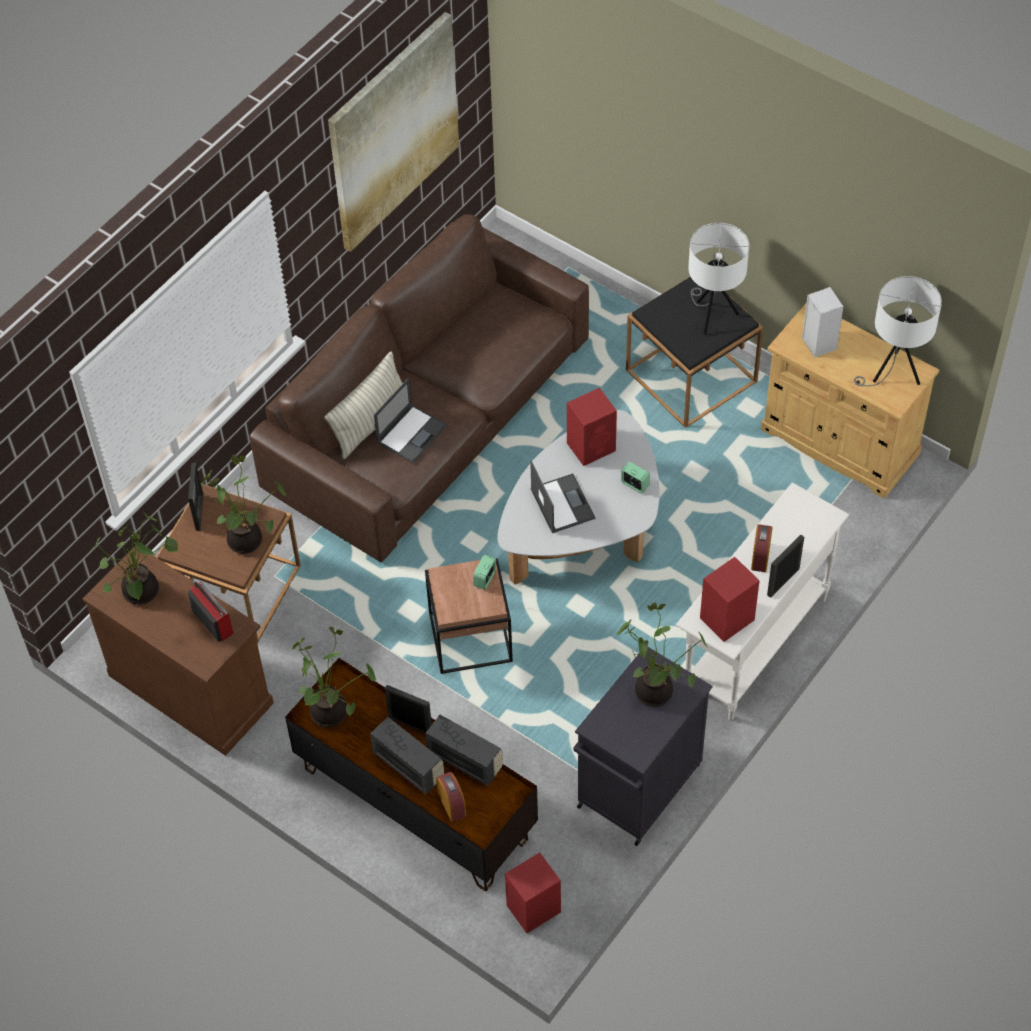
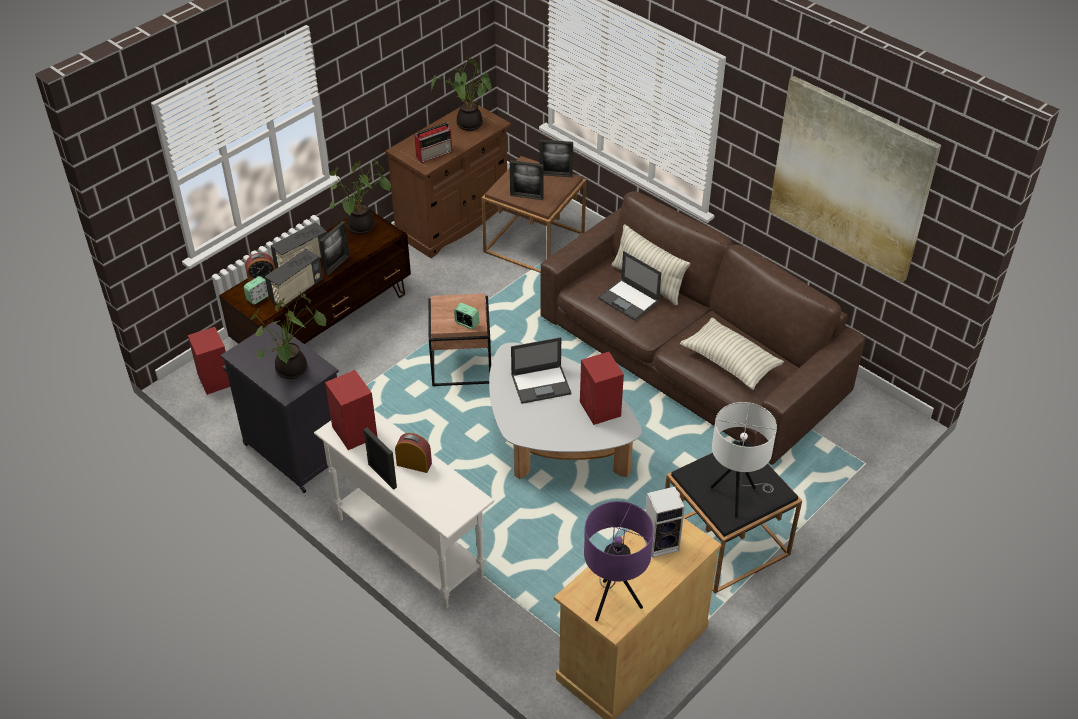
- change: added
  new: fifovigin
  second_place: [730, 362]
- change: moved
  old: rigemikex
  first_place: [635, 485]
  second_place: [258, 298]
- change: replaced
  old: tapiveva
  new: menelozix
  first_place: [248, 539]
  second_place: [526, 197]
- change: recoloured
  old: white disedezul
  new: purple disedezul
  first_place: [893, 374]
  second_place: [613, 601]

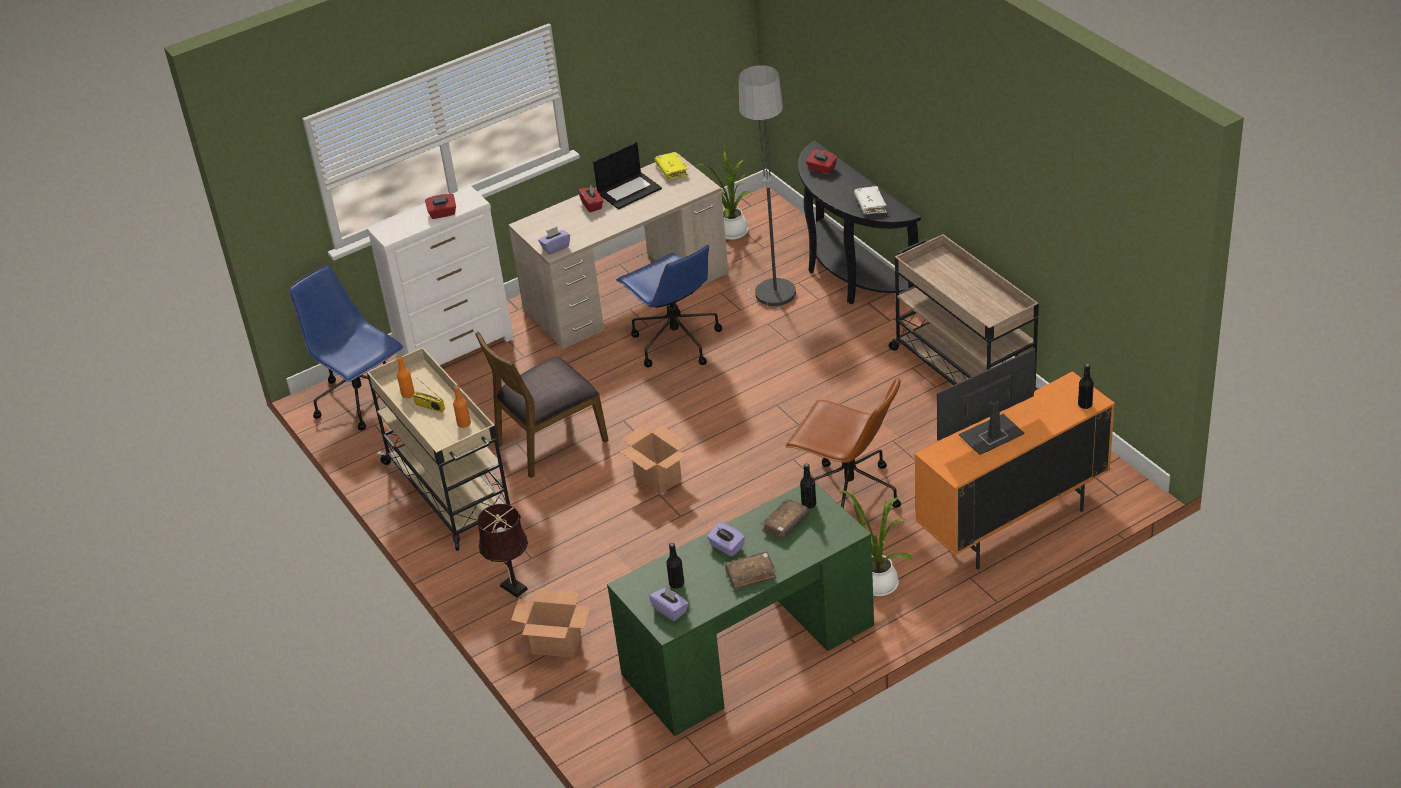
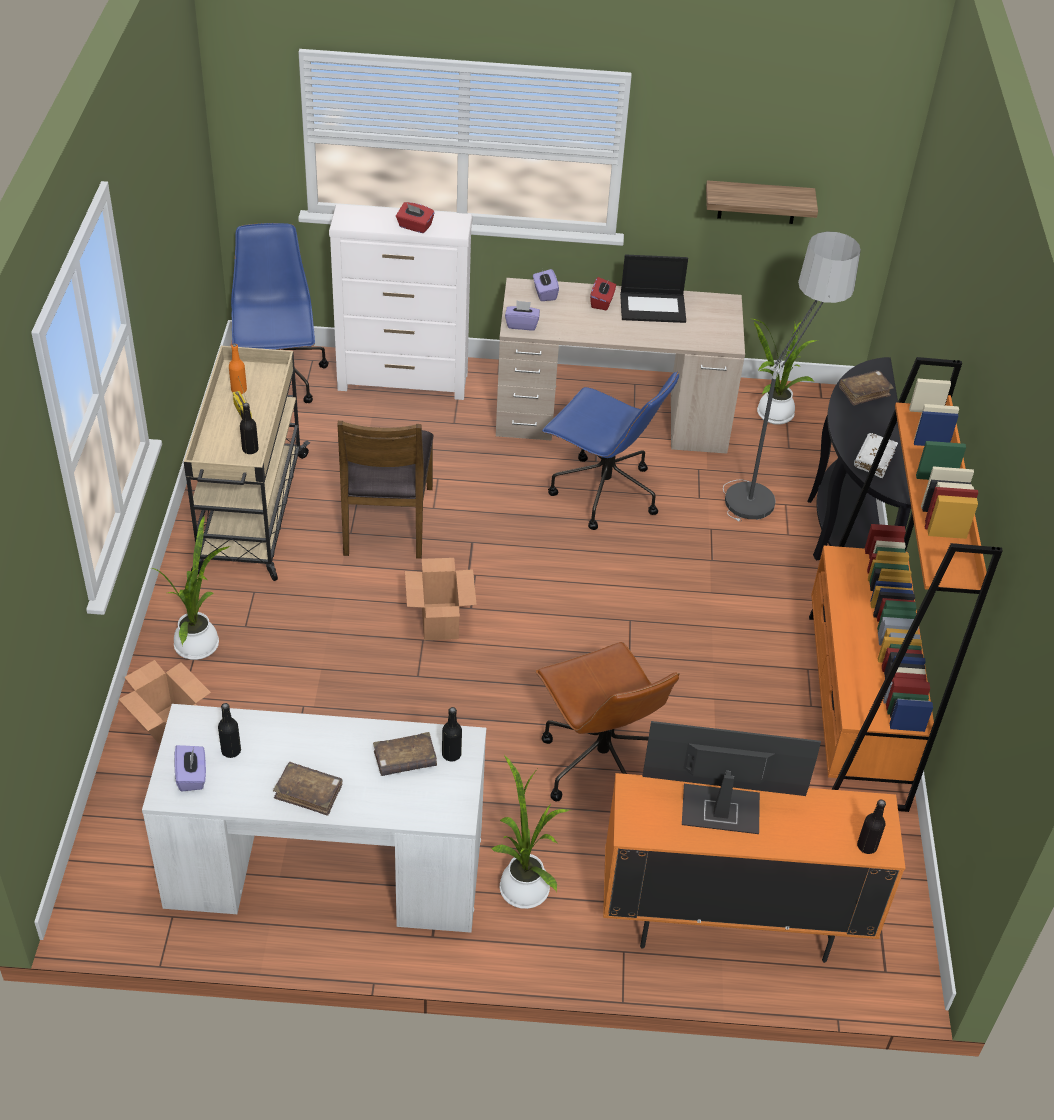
- change: removed
  old: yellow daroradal
  first_place: [671, 170]
- change: added
  new: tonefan
  second_place: [757, 202]
- change: moved
  old: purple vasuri
  first_place: [726, 547]
  second_place: [544, 293]
- change: replaced
  old: brown disedezul
  new: tapiveva
  first_place: [512, 586]
  second_place: [199, 643]
- change: replaced
  old: red vasuri
  new: brown daroradal
  first_place: [821, 169]
  second_place: [864, 392]
- change: replaced
  old: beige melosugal
  new: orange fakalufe
  first_place: [963, 373]
  second_place: [855, 709]
- change: recoloured
  old: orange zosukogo
  new: black zosukogo
  first_place: [464, 424]
  second_place: [250, 449]
- change: recoloured
  old: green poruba
  new: white poruba
  first_place: [747, 649]
  second_place: [325, 865]
- change: turned
  old: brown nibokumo
  first_place: [550, 441]
  second_place: [386, 520]
  degrees: -90
- change: turned
  old: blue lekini
  first_place: [675, 342]
  second_place: [602, 492]
  degrees: -60

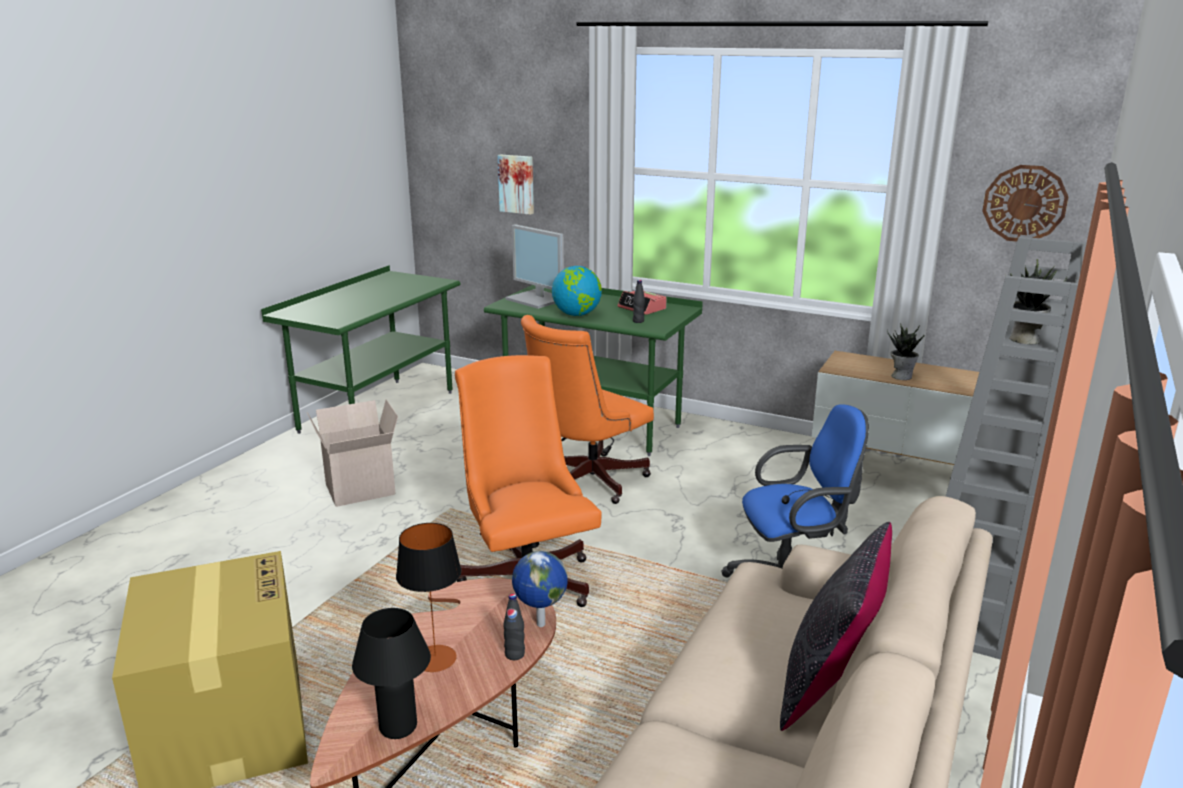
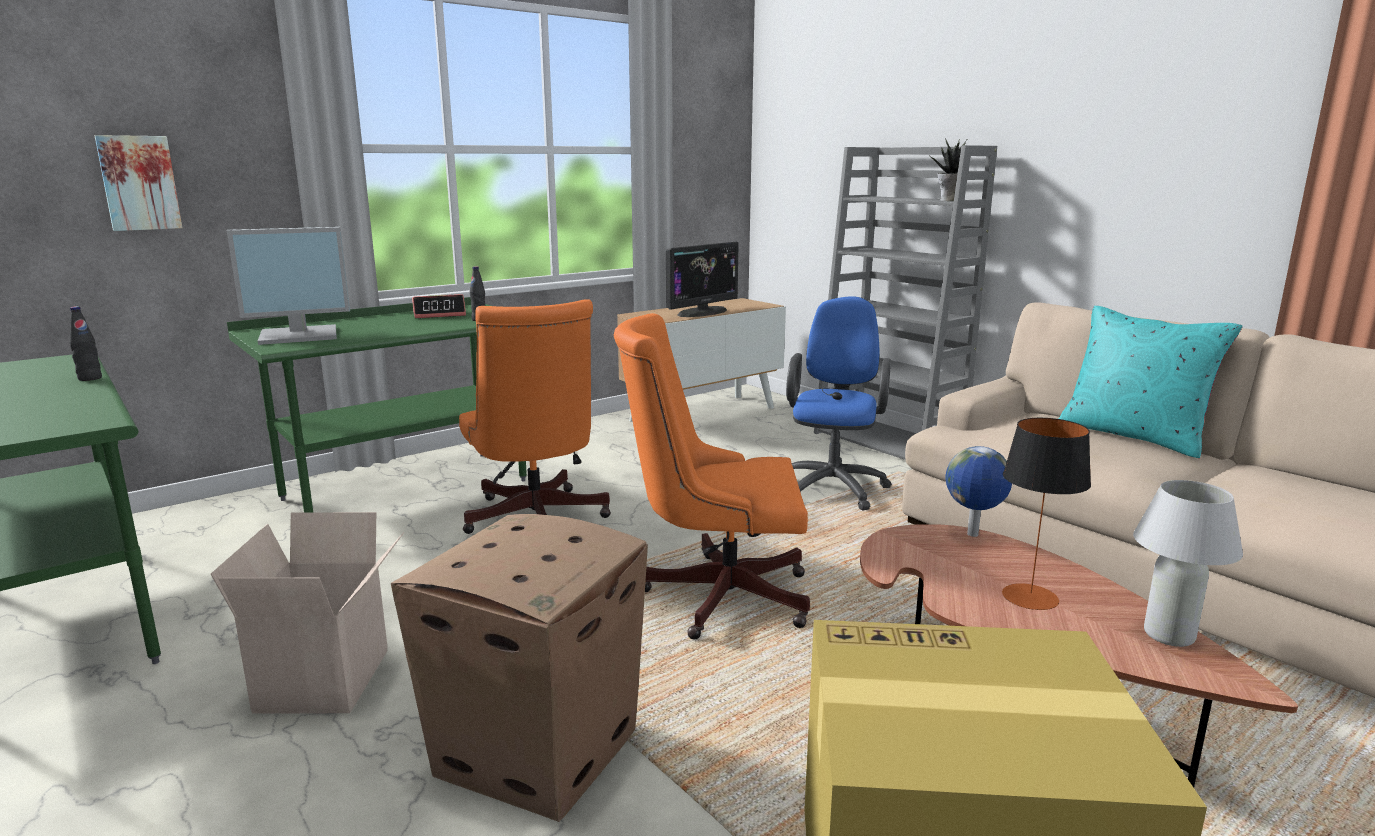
- change: removed
  old: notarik
  first_place: [577, 314]
- change: removed
  old: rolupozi
  first_place: [1024, 203]
- change: added
  new: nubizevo
  second_place: [539, 751]
- change: moved
  old: black zosukogo
  first_place: [514, 654]
  second_place: [90, 378]
- change: replaced
  old: tapiveva
  new: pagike
  first_place: [901, 376]
  second_place: [702, 312]
- change: recoloured
  old: black disedezul
  new: white disedezul
  first_place: [398, 727]
  second_place: [1169, 635]
- change: recoloured
  old: black fifovigin
  new: turquoise fifovigin
  first_place: [829, 684]
  second_place: [1133, 436]

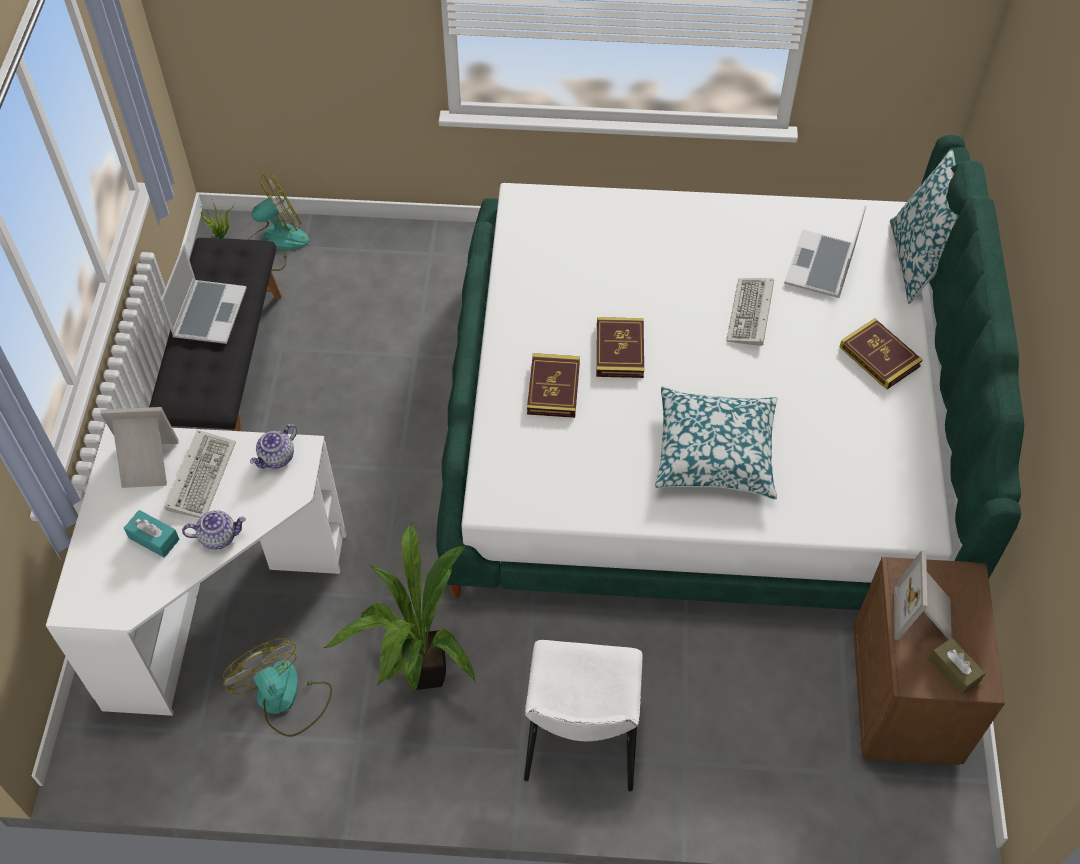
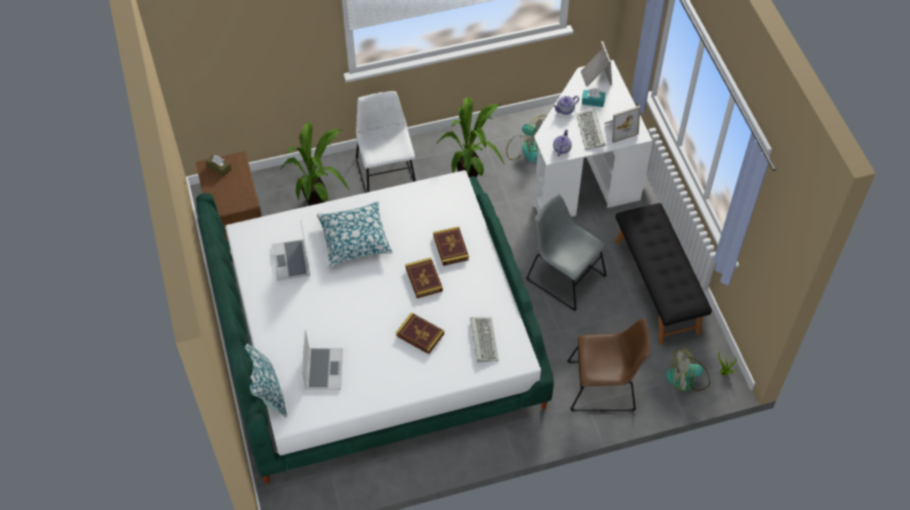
- change: added
  new: tapiveva
  second_place: [318, 199]
- change: added
  new: grey nibokumo
  second_place: [563, 276]
- change: added
  new: brown nibokumo
  second_place: [604, 386]
- change: moved
  old: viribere
  first_place: [209, 312]
  second_place: [292, 261]
- change: moved
  old: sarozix
  first_place: [751, 315]
  second_place: [483, 339]
- change: moved
  old: daroradal
  first_place: [879, 357]
  second_place: [420, 335]
- change: moved
  old: menelozix
  first_place: [923, 615]
  second_place: [595, 76]
- change: turned
  old: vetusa
  first_place: [275, 242]
  second_place: [687, 379]
  degrees: 45

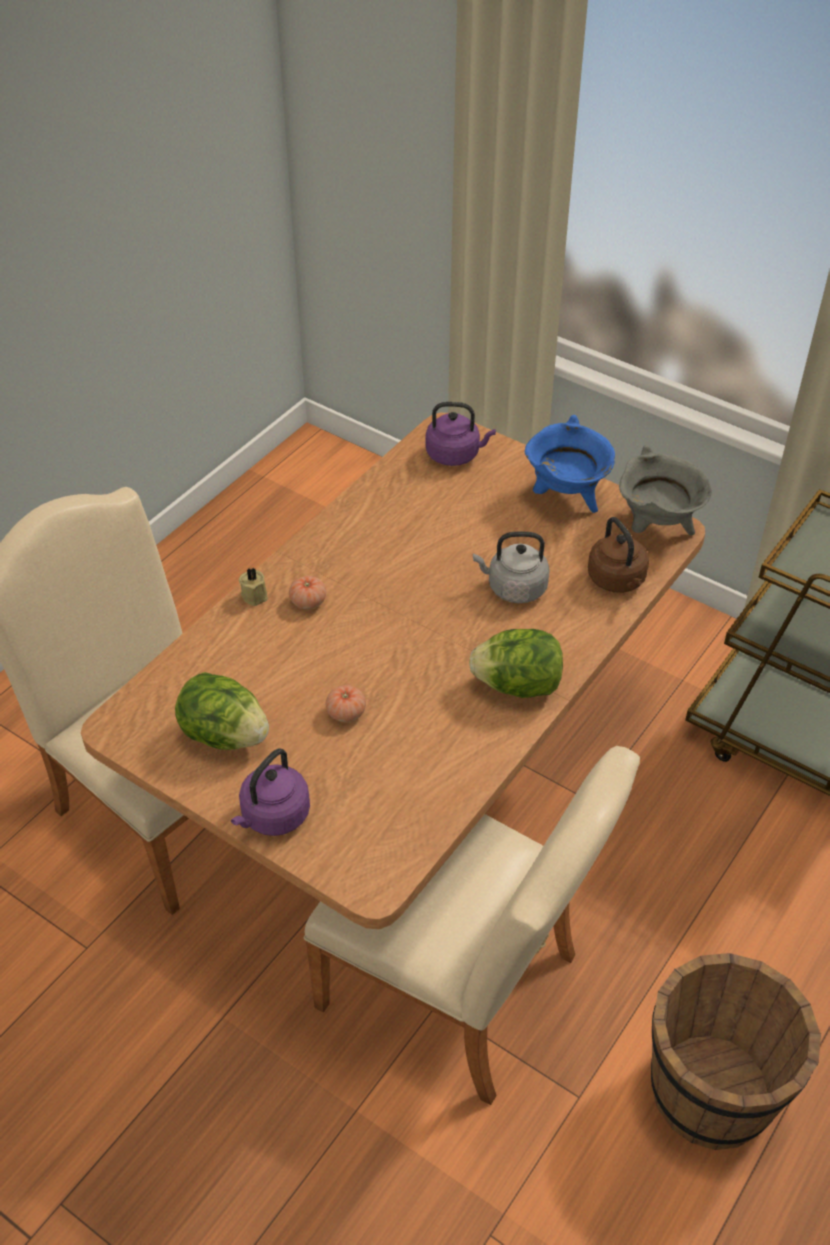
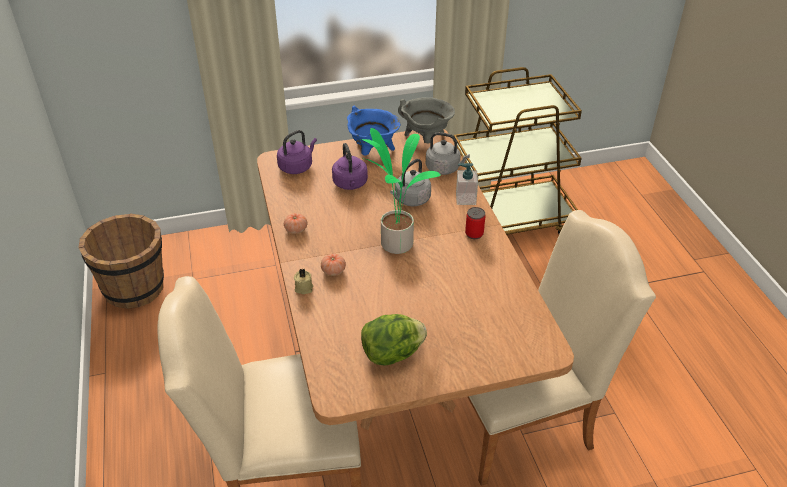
- change: added
  new: tapiveva
  second_place: [396, 242]
- change: added
  new: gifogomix
  second_place: [465, 199]
- change: moved
  old: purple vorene
  first_place: [273, 817]
  second_place: [350, 184]
- change: moved
  old: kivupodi
  first_place: [346, 713]
  second_place: [296, 229]
- change: moved
  old: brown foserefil
  first_place: [713, 1090]
  second_place: [135, 287]
- change: replaced
  old: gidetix
  new: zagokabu
  first_place: [518, 685]
  second_place: [474, 234]
- change: recoloured
  old: brown vorene
  new: grey vorene
  first_place: [617, 581]
  second_place: [444, 168]

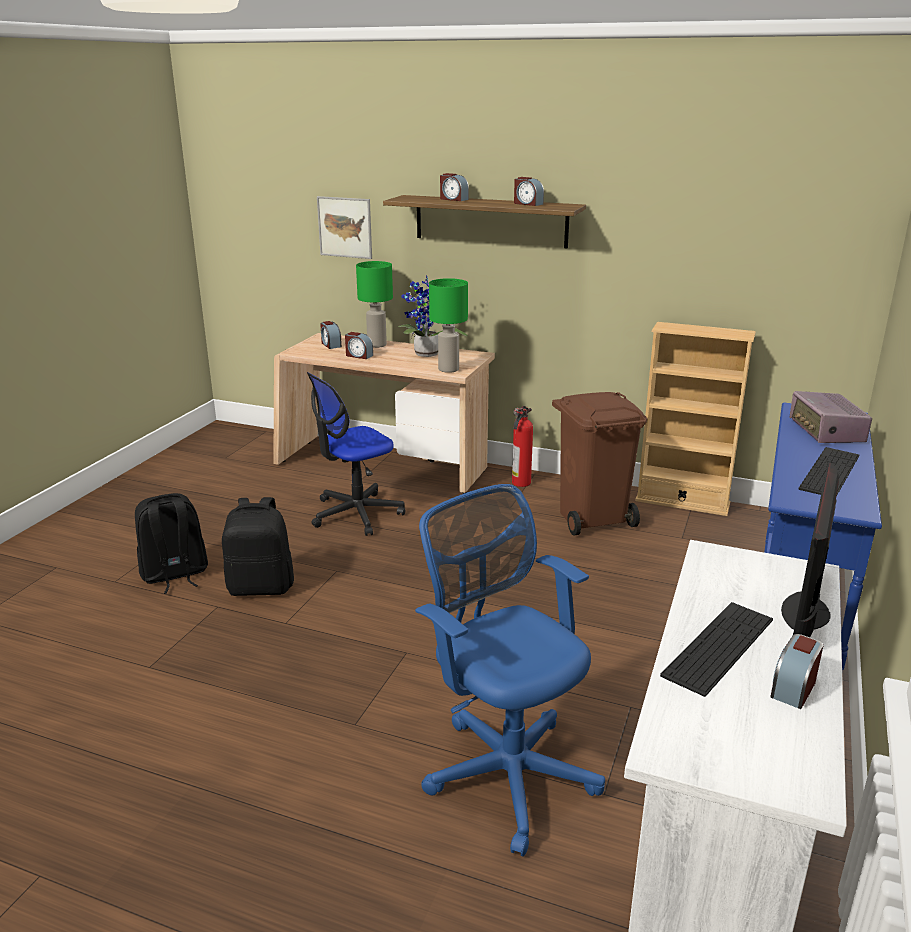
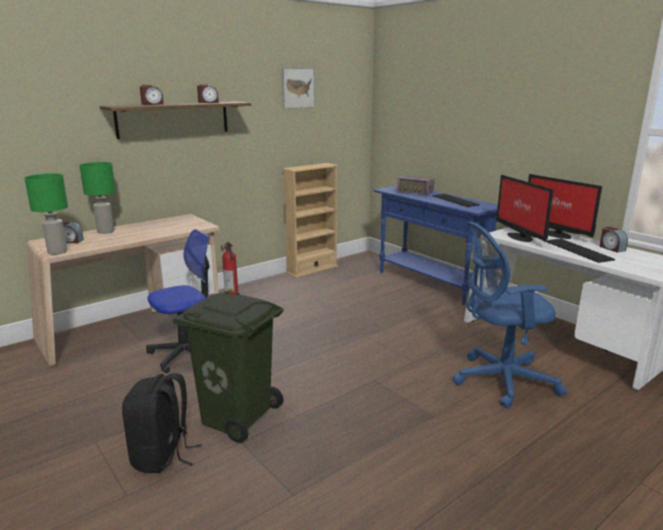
- change: removed
  old: rigemikex
  first_place: [359, 356]
- change: removed
  old: tapiveva
  first_place: [426, 355]
- change: removed
  old: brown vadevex
  first_place: [593, 518]
- change: added
  new: pagike
  second_place: [520, 237]
- change: moved
  old: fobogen
  first_place: [345, 227]
  second_place: [298, 88]
- change: moved
  old: green disedezul
  first_place: [449, 369]
  second_place: [58, 252]
- change: replaced
  old: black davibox
  new: green vadevex
  first_place: [261, 587]
  second_place: [237, 415]
- change: turned
  old: lekini
  first_place: [356, 514]
  second_place: [186, 354]
  degrees: -120

